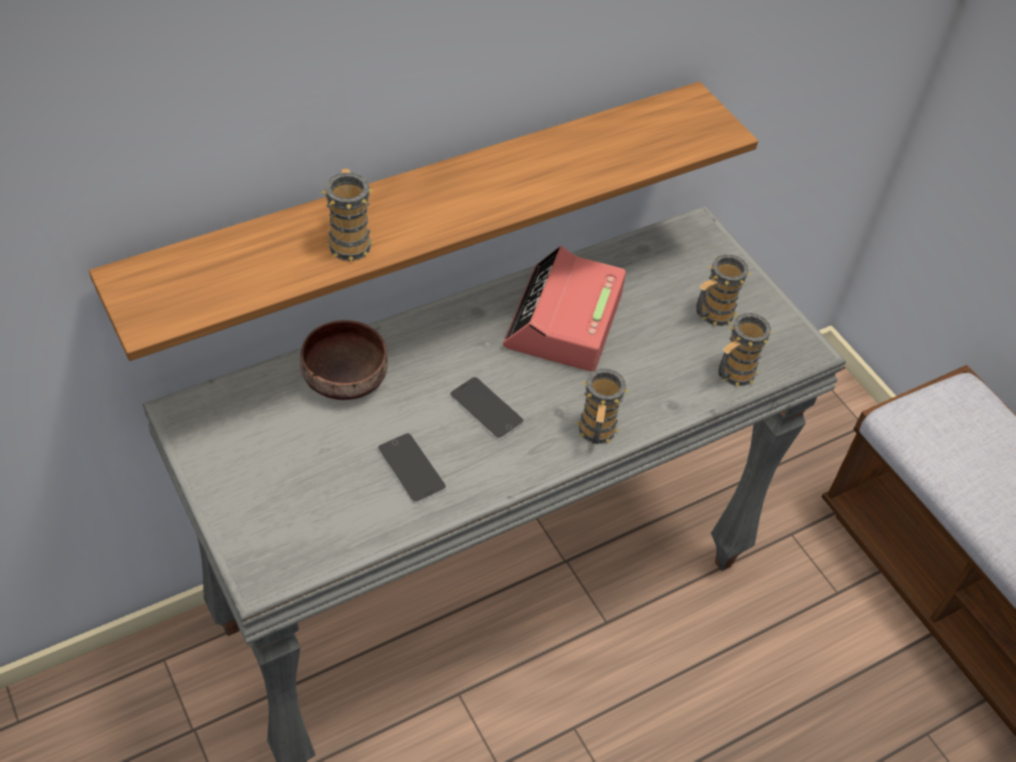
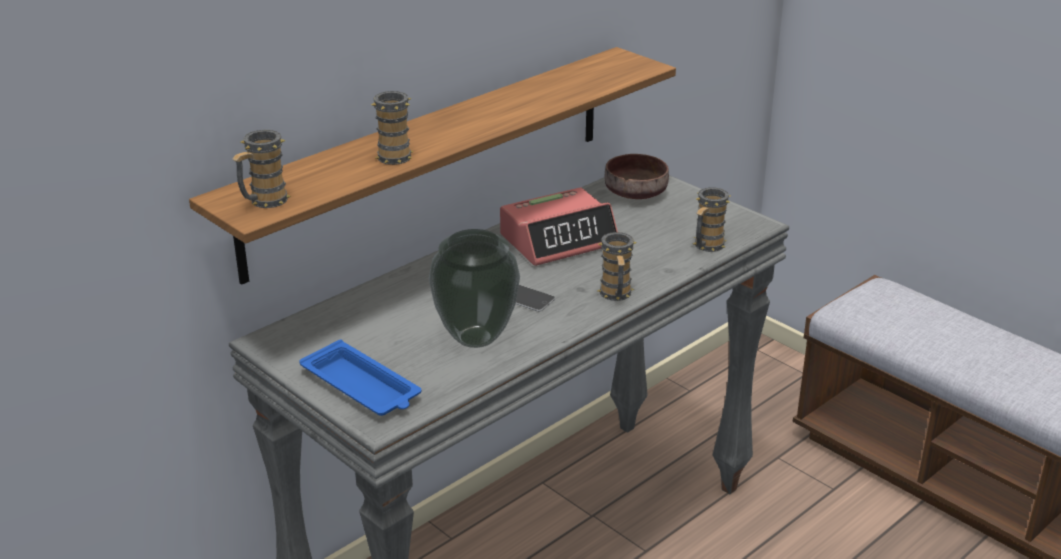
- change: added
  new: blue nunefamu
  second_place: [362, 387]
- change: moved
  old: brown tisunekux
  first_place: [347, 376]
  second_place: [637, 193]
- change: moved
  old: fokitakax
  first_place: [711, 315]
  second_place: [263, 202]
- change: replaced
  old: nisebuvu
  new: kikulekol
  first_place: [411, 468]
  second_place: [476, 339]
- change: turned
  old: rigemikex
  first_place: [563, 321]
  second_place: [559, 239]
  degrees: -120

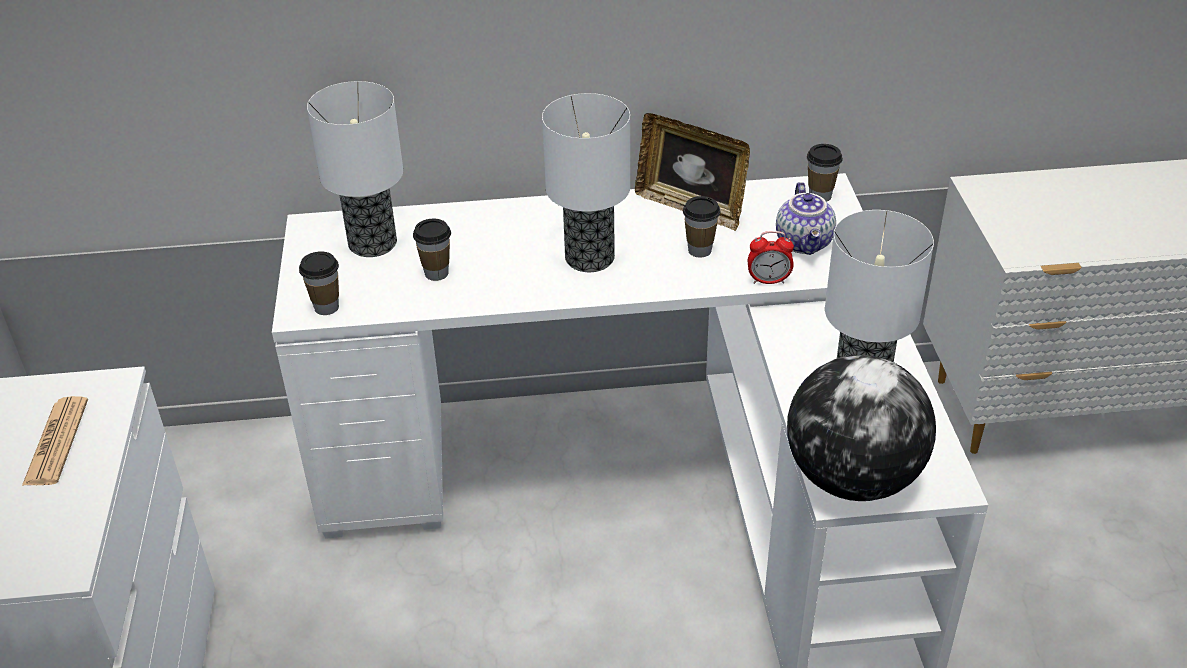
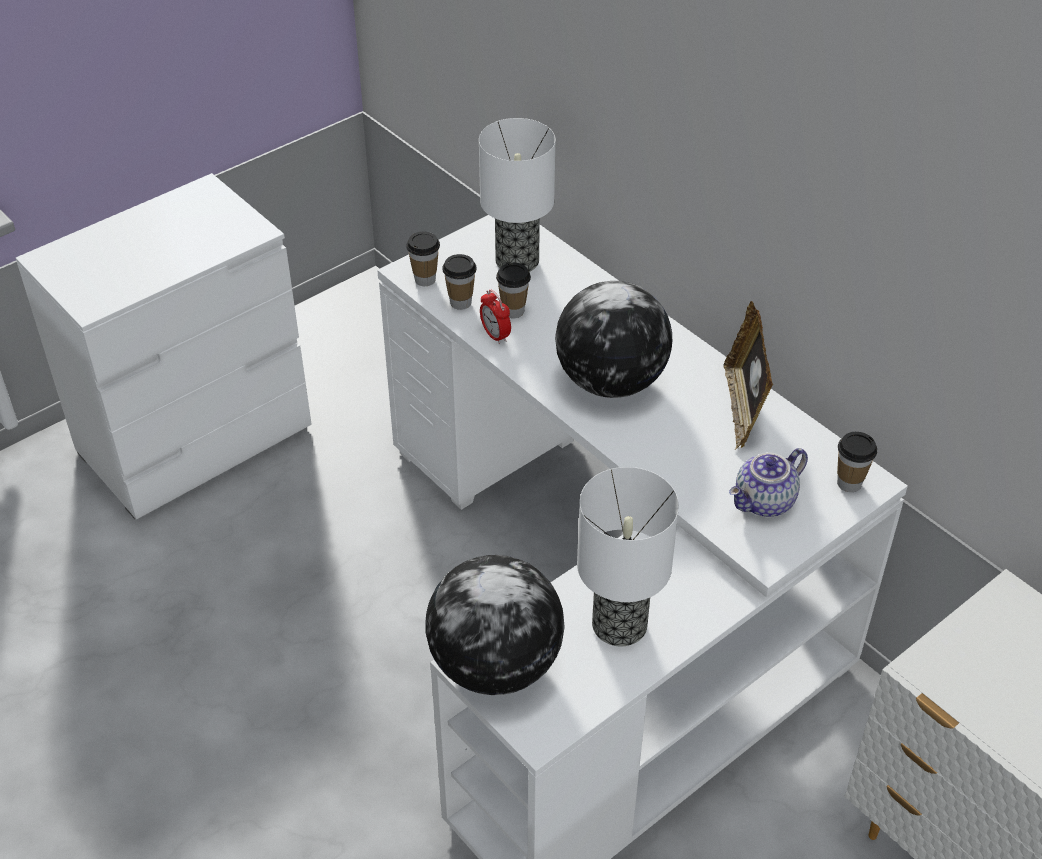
- change: removed
  old: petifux
  first_place: [56, 442]
- change: moved
  old: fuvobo
  first_place: [699, 250]
  second_place: [460, 302]
- change: moved
  old: rigemikex
  first_place: [768, 280]
  second_place: [495, 335]
- change: replaced
  old: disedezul
  new: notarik
  first_place: [589, 259]
  second_place: [610, 382]

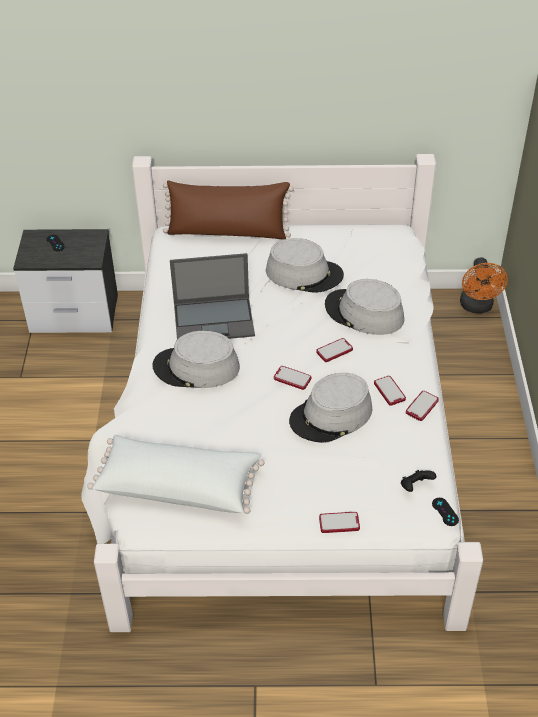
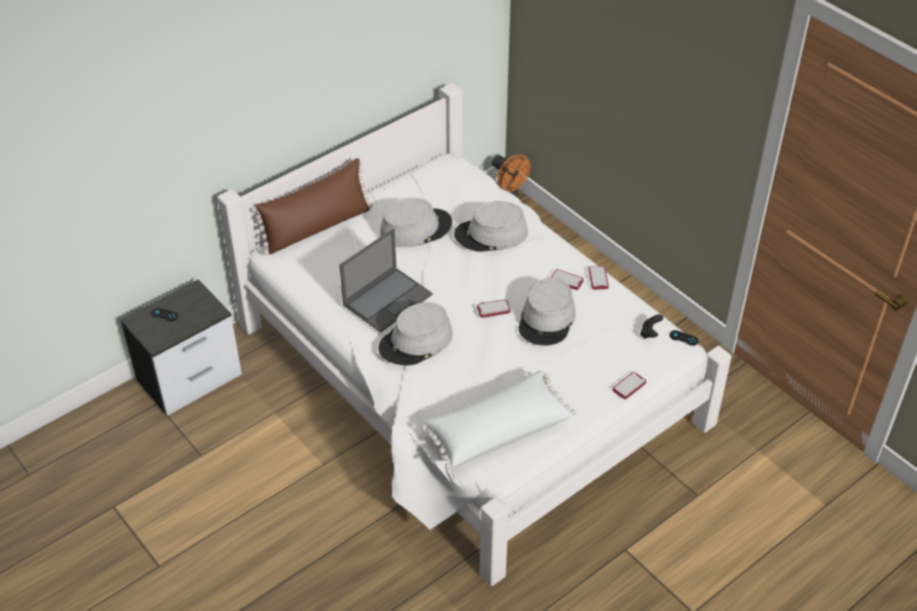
- change: removed
  old: nisebuvu
  first_place: [334, 351]

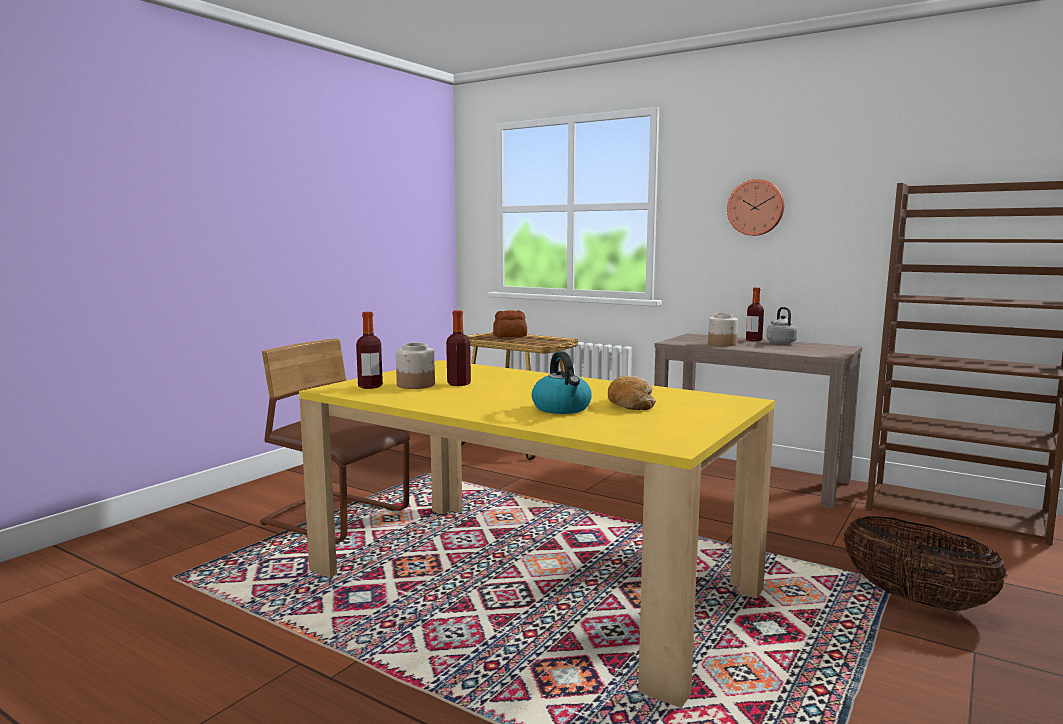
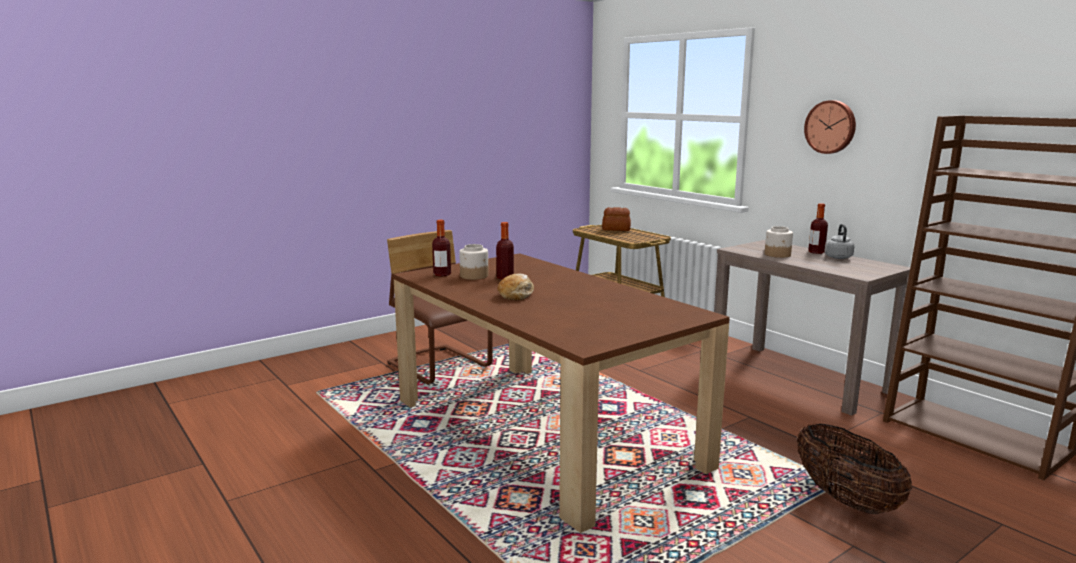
- change: removed
  old: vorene
  first_place: [562, 408]
- change: moved
  old: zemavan
  first_place: [629, 404]
  second_place: [516, 294]
- change: recoloured
  old: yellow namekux
  new: brown namekux
  first_place: [530, 580]
  second_place: [544, 431]

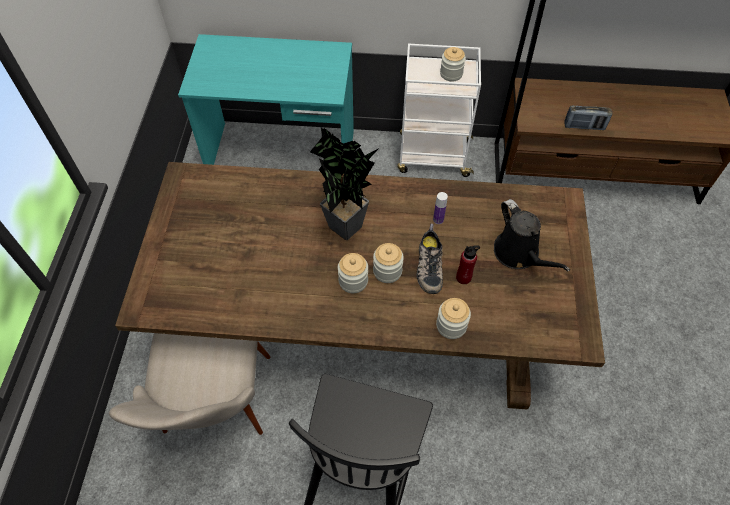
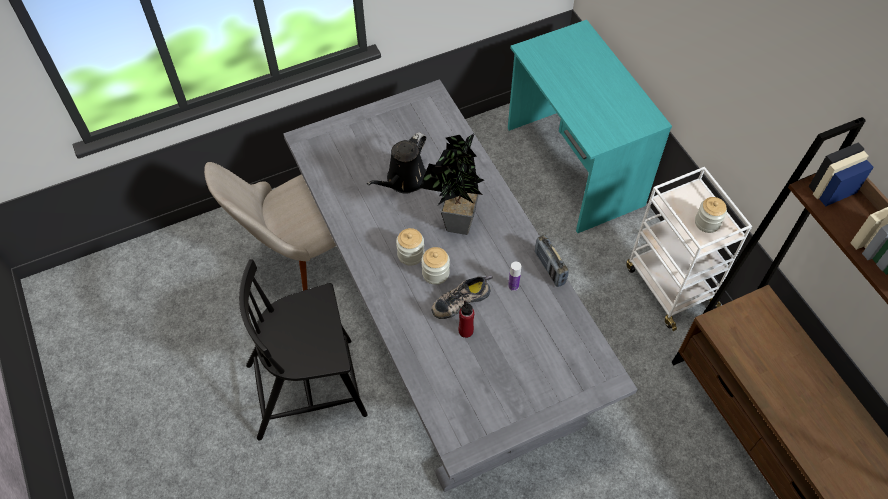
- change: removed
  old: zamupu
  first_place: [451, 326]
- change: moved
  old: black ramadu
  first_place: [519, 254]
  second_place: [404, 180]
- change: moved
  old: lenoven
  first_place: [584, 126]
  second_place: [549, 268]
- change: recoloured
  old: brown namekux
  new: grey namekux
  first_place: [365, 324]
  second_place: [445, 322]

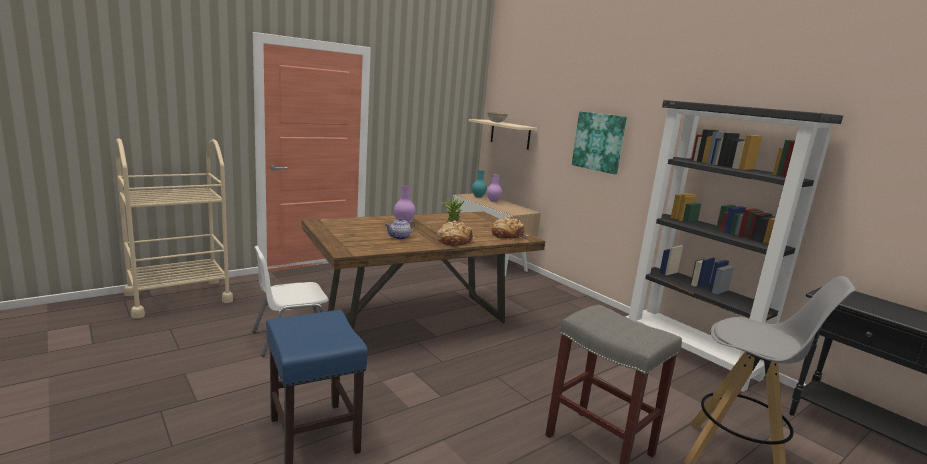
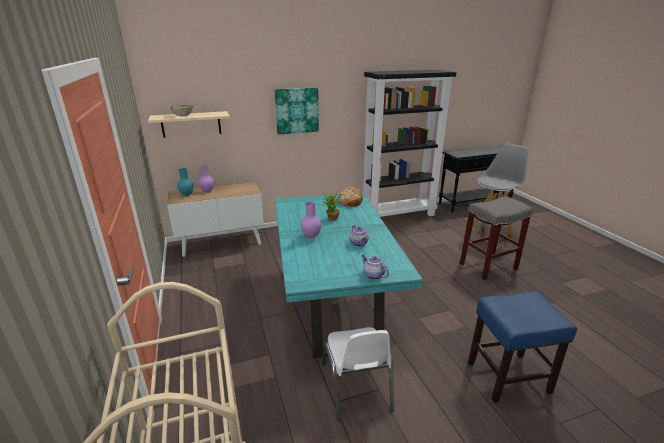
- change: removed
  old: zemavan
  first_place: [454, 241]
- change: added
  new: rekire
  second_place: [373, 275]
- change: recoloured
  old: brown namekux
  new: turquoise namekux
  first_place: [416, 320]
  second_place: [334, 303]

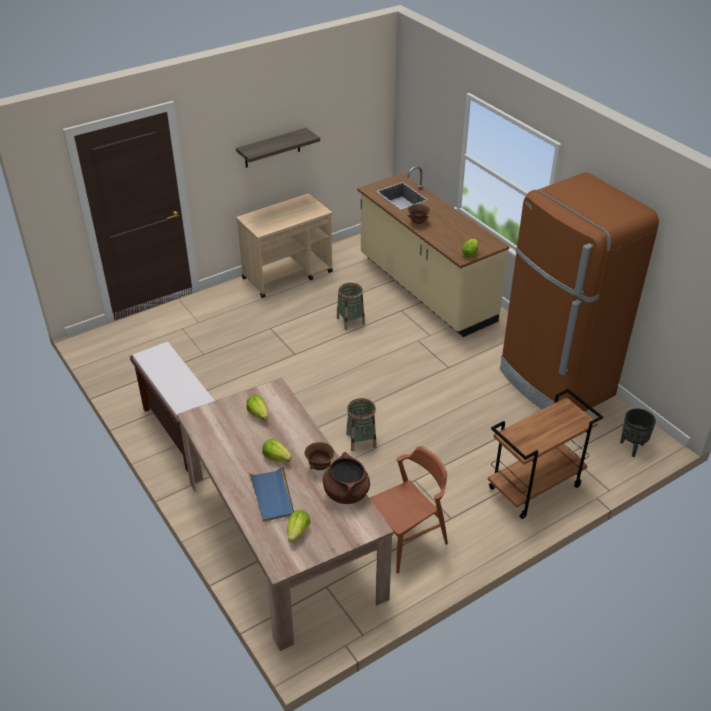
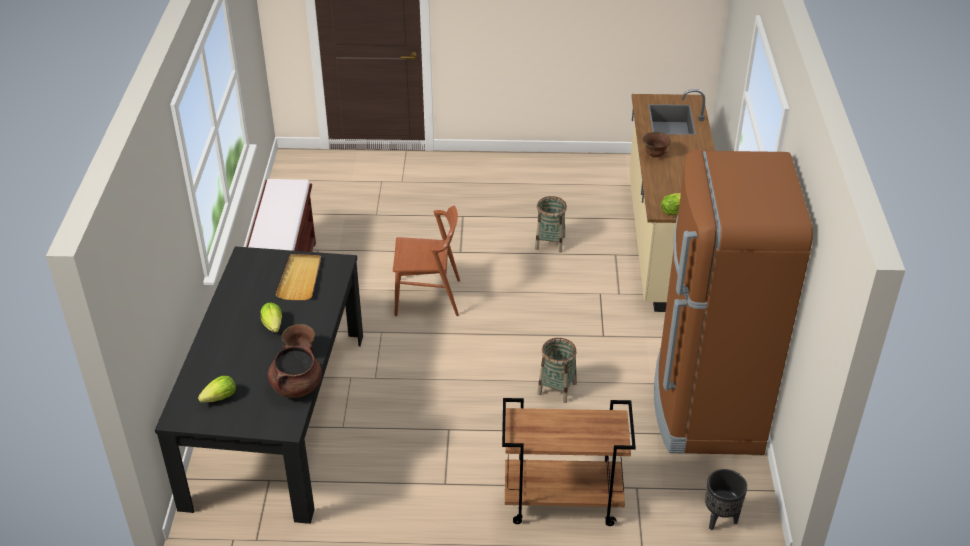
- change: removed
  old: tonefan
  first_place: [272, 148]
- change: removed
  old: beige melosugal
  first_place: [288, 275]
- change: removed
  old: blue nunefamu
  first_place: [272, 496]
- change: moved
  old: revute
  first_place: [361, 440]
  second_place: [556, 388]
- change: moved
  old: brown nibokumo
  first_place: [406, 539]
  second_place: [428, 297]
- change: replaced
  old: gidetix
  new: beige nunefamu
  first_place: [258, 414]
  second_place: [300, 279]
- change: recoloured
  old: beige namekux
  new: black namekux
  first_place: [283, 537]
  second_place: [277, 417]

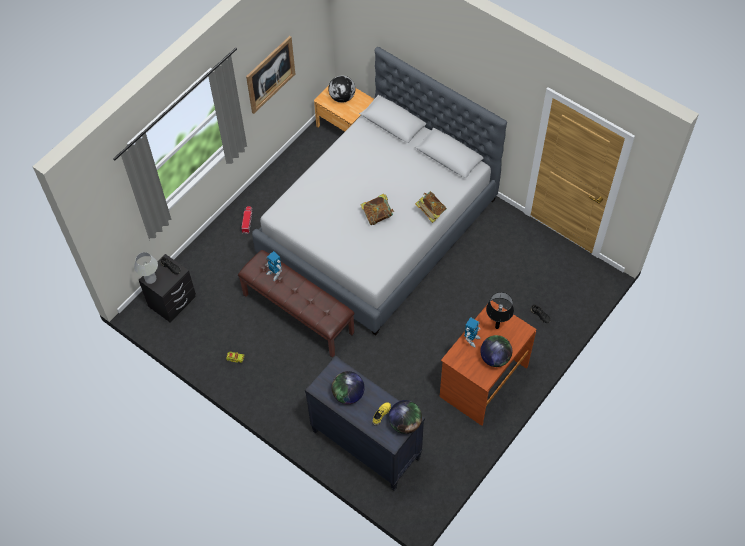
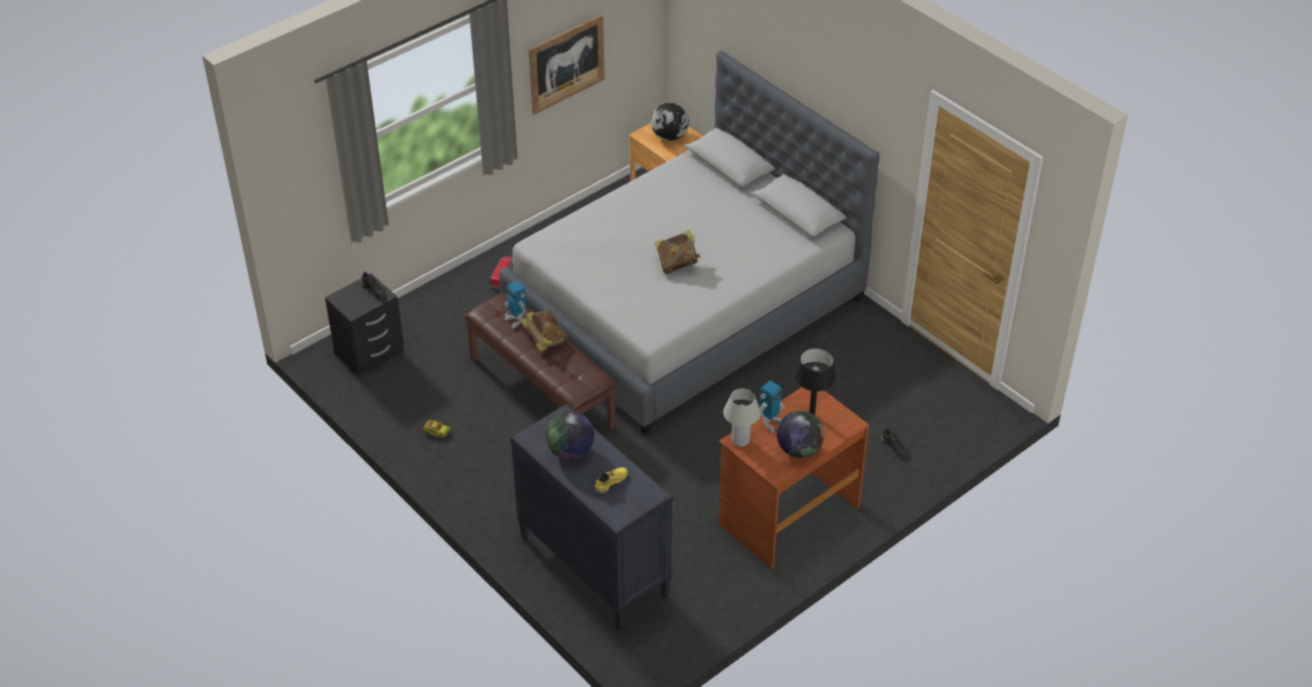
- change: removed
  old: notarik
  first_place: [405, 423]
- change: moved
  old: white disedezul
  first_place: [150, 279]
  second_place: [740, 440]
- change: moved
  old: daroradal
  first_place: [430, 212]
  second_place: [545, 341]

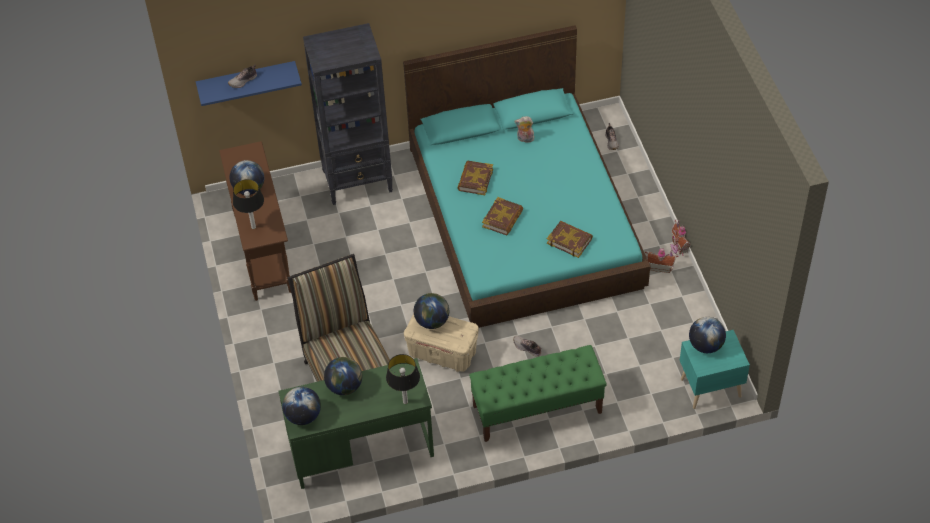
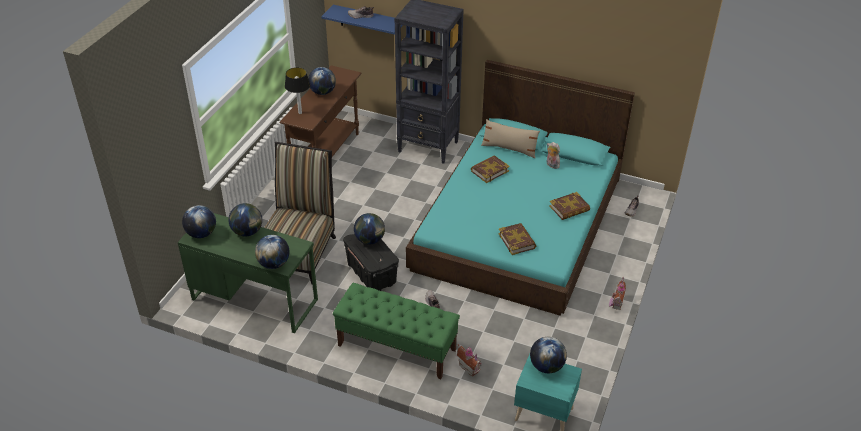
- change: added
  new: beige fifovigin
  second_place: [509, 149]
- change: moved
  old: daroradal
  first_place: [503, 219]
  second_place: [569, 209]
- change: moved
  old: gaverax
  first_place: [660, 267]
  second_place: [470, 367]
- change: replaced
  old: disedezul
  new: notarik
  first_place: [405, 402]
  second_place: [274, 264]
- change: recoloured
  old: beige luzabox
  new: black luzabox
  first_place: [442, 353]
  second_place: [371, 273]

